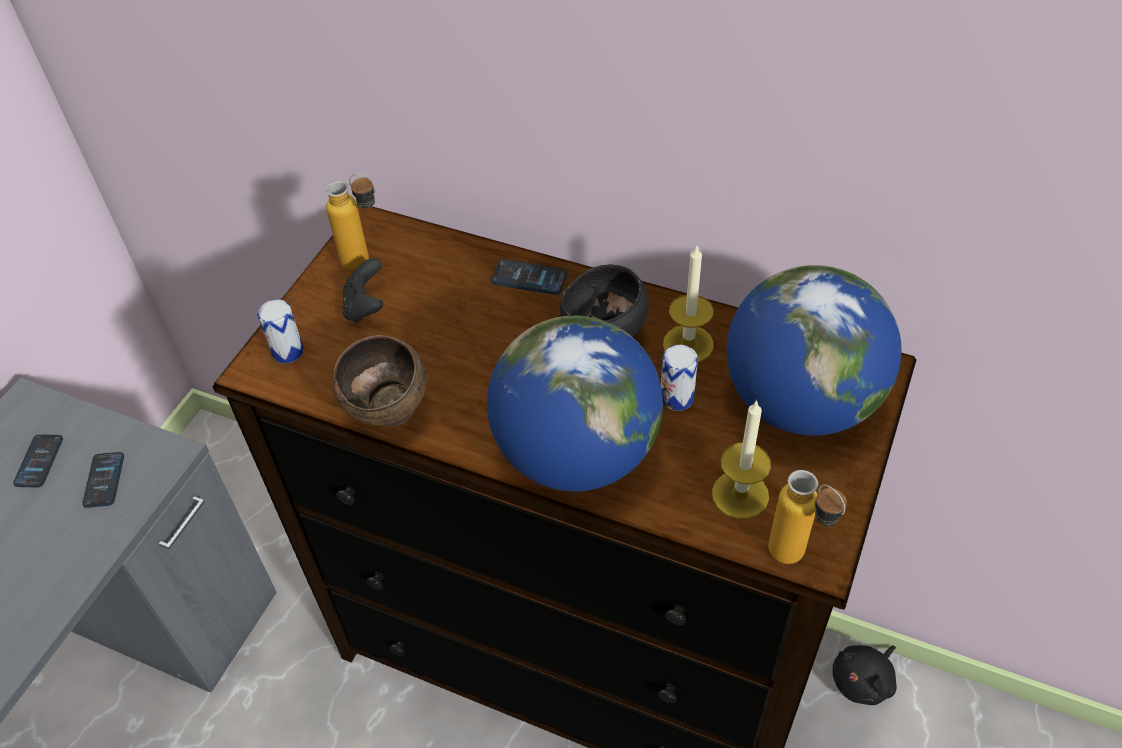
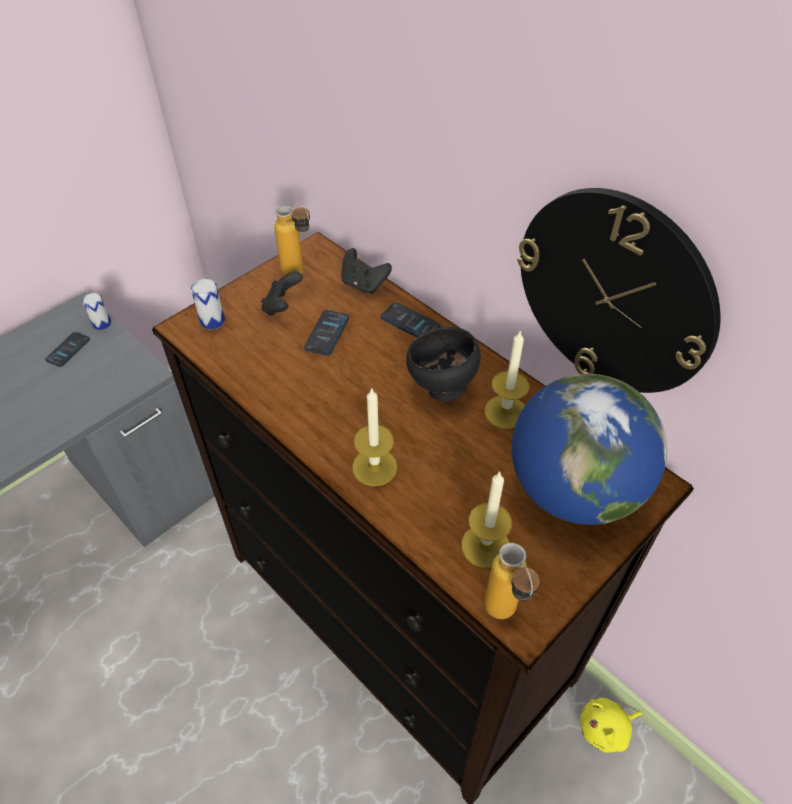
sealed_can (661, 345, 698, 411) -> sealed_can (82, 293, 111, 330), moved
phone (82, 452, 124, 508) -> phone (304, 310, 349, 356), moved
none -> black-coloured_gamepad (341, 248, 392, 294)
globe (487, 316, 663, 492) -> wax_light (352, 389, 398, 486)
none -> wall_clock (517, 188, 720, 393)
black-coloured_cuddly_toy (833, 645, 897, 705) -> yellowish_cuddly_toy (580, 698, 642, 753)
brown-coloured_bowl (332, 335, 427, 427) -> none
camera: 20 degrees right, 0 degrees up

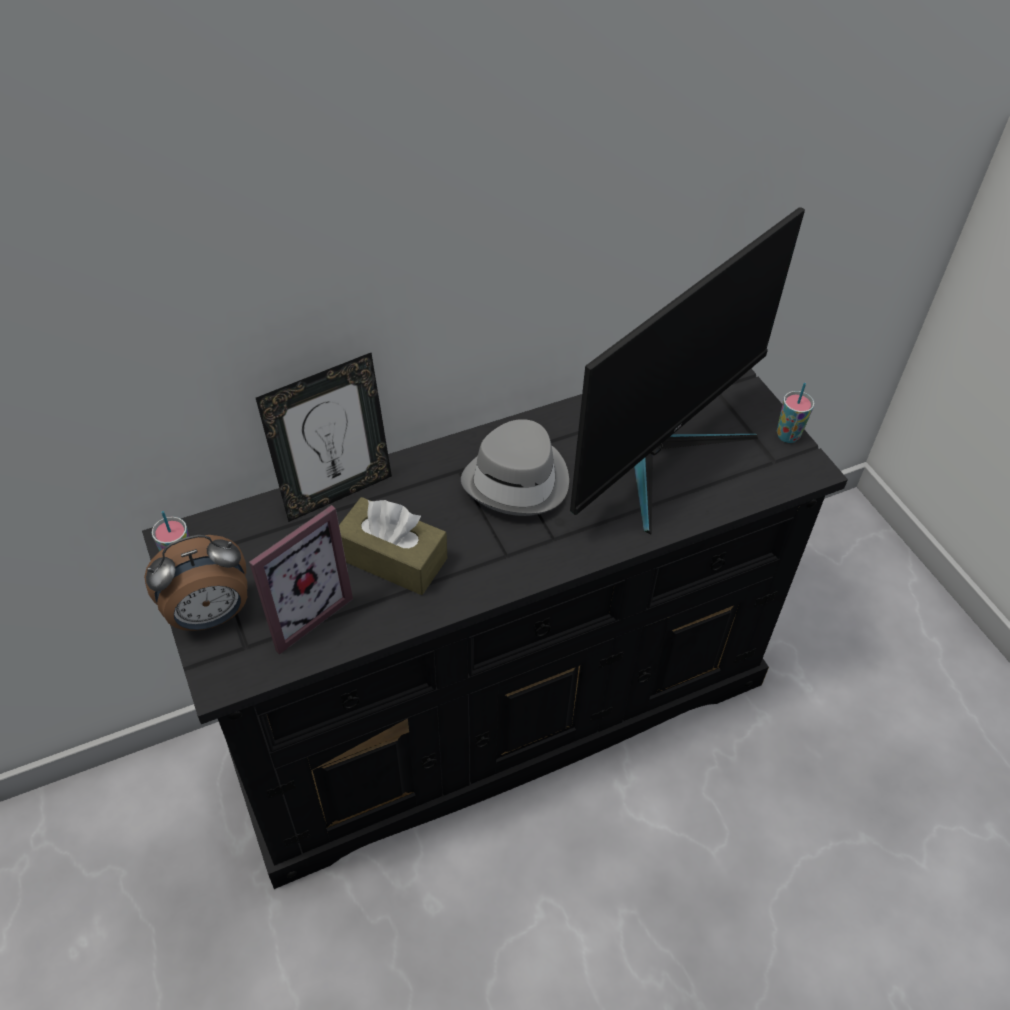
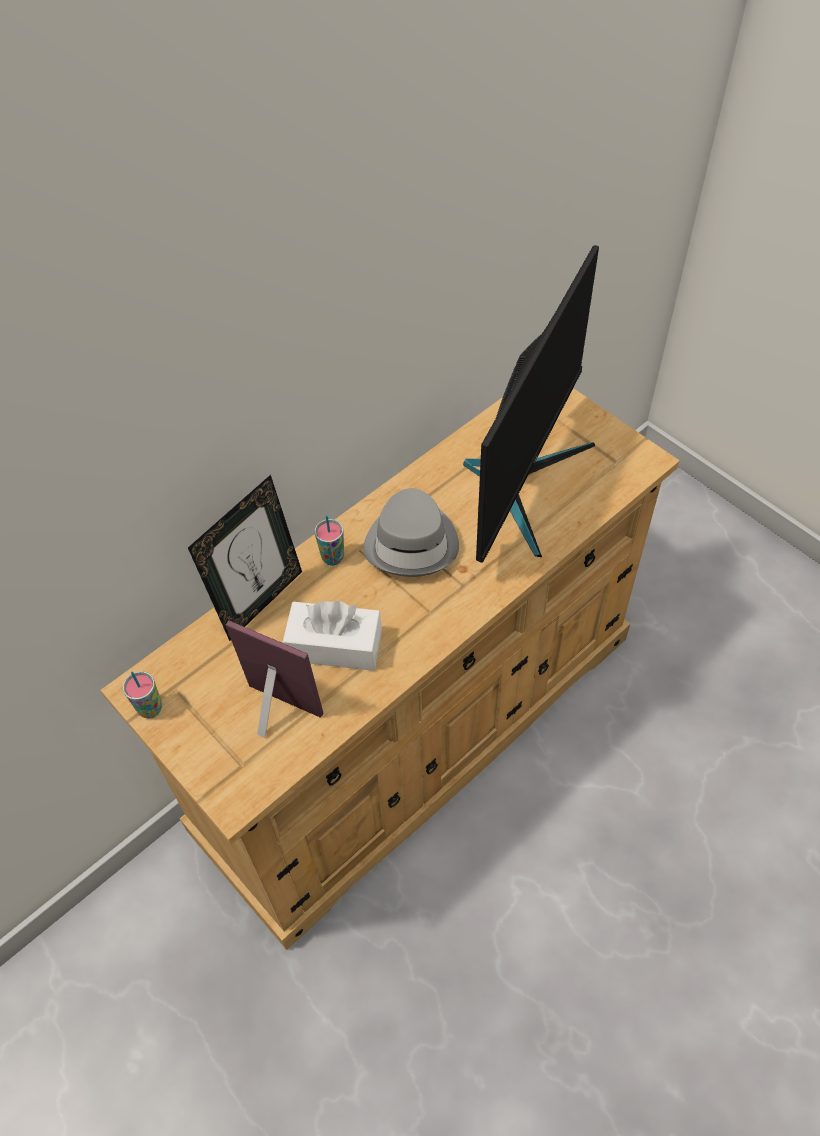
black-coloured_dresser (142, 369, 848, 889) -> beige_dresser (101, 389, 680, 950)
photo_frame (249, 505, 353, 654) -> photo_frame (226, 620, 323, 738), 90 degrees counterclockwise
brown-coloured_box_of_tissues (339, 497, 447, 595) -> white_box_of_tissues (283, 601, 382, 671)
drinking_cup (777, 382, 814, 443) -> drinking_cup (315, 515, 344, 565), moved
table_clock (144, 535, 247, 631) -> none
camera: 15 degrees left, 5 degrees up

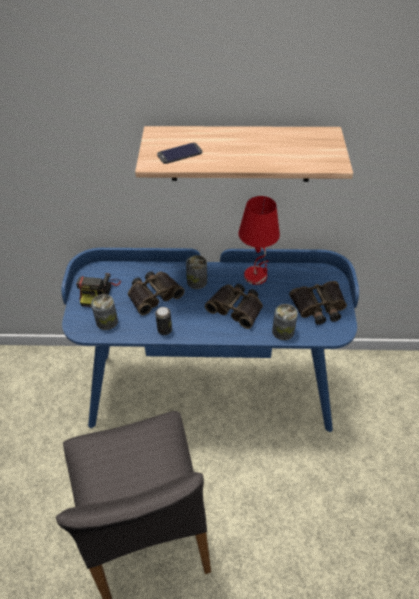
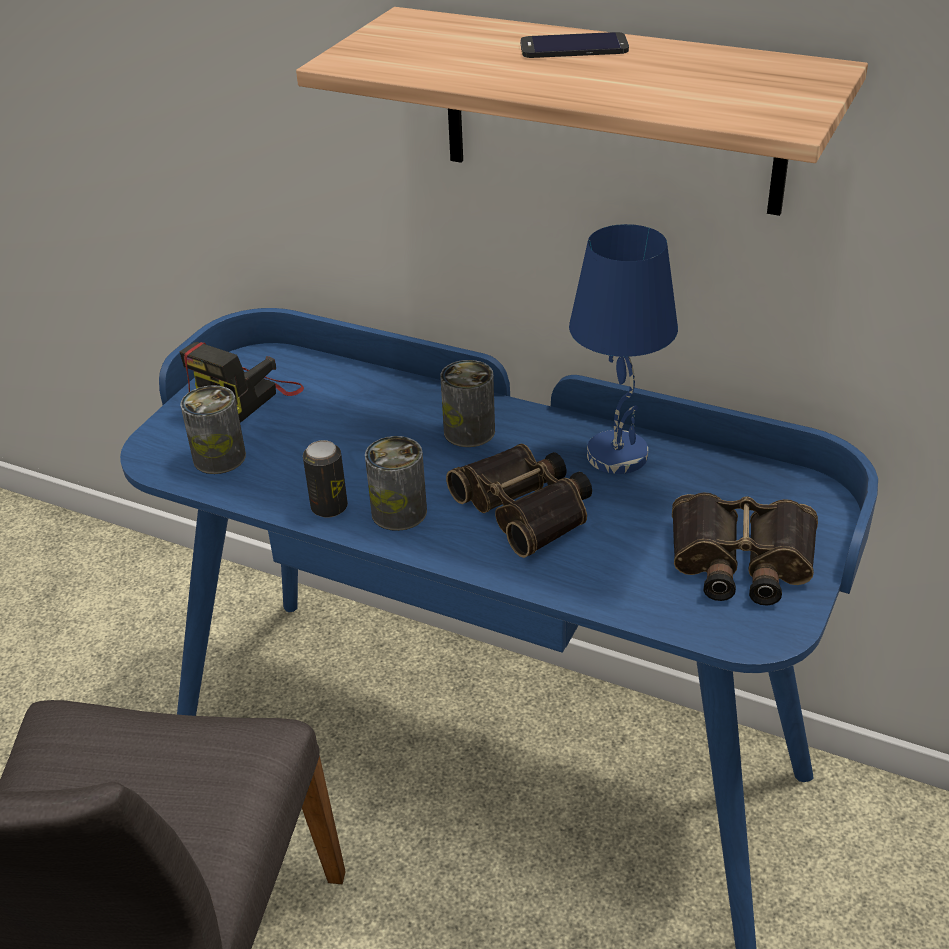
sealed_can (272, 304, 298, 340) -> sealed_can (365, 436, 427, 531), moved
phone (157, 143, 202, 164) -> phone (521, 32, 629, 58), moved
red-coloured_table_lamp (238, 196, 280, 285) -> blue-coloured_table_lamp (569, 224, 678, 474)
field_glasses (128, 272, 185, 315) -> none
camera: 25 degrees right, 10 degrees down

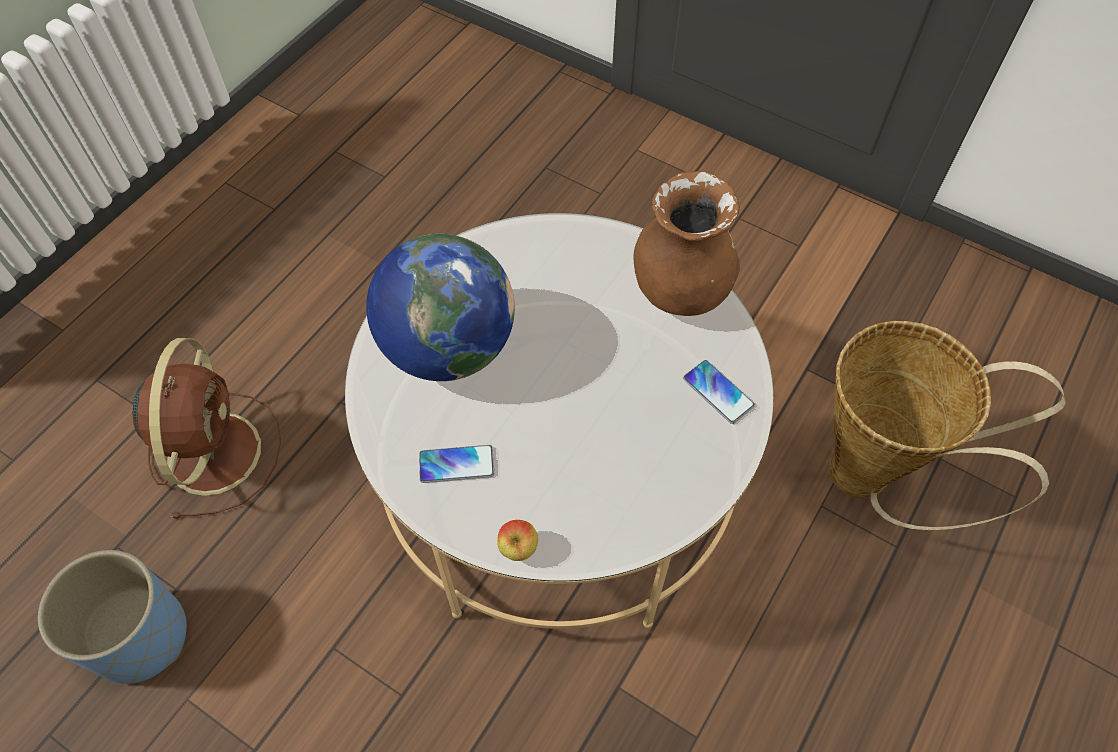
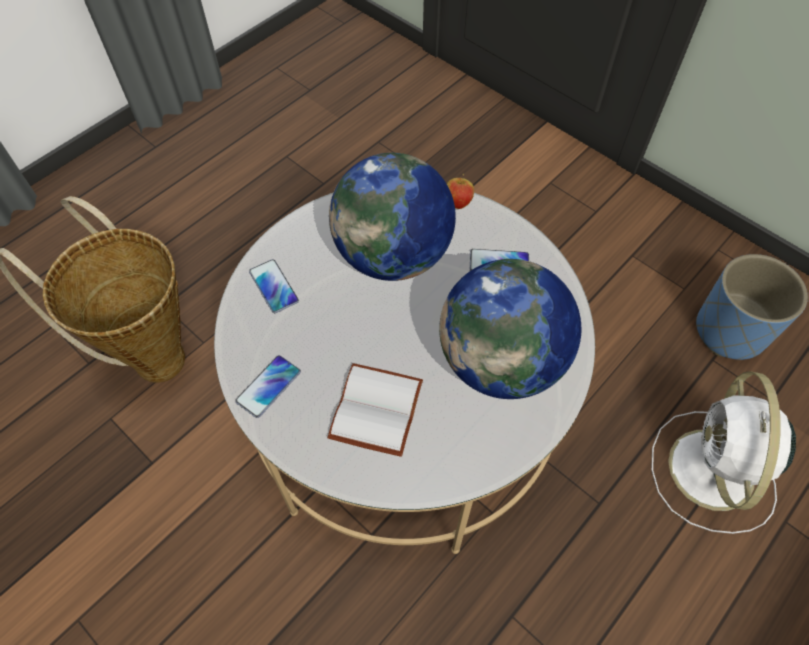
brown-coloured_flower_vase (634, 171, 740, 316) -> phone (236, 355, 301, 418)
none -> white_volume (327, 363, 423, 457)
none -> globe (329, 153, 456, 281)
brown-coloured_fan (132, 338, 281, 518) -> white_fan (651, 371, 796, 534)
camera: 170 degrees left, 0 degrees up

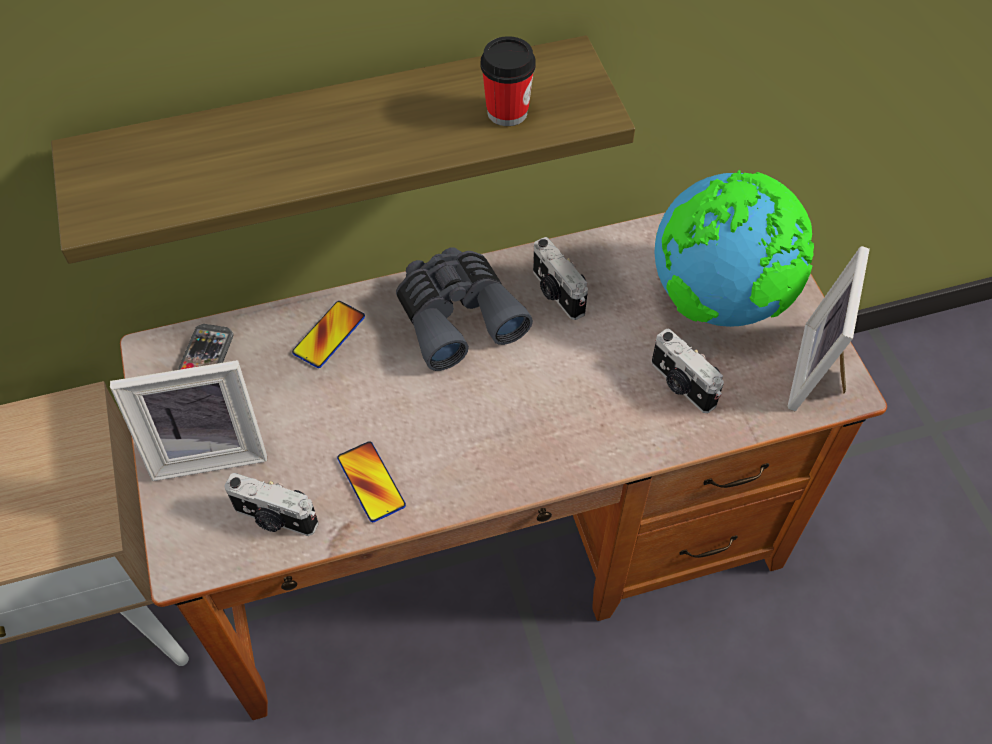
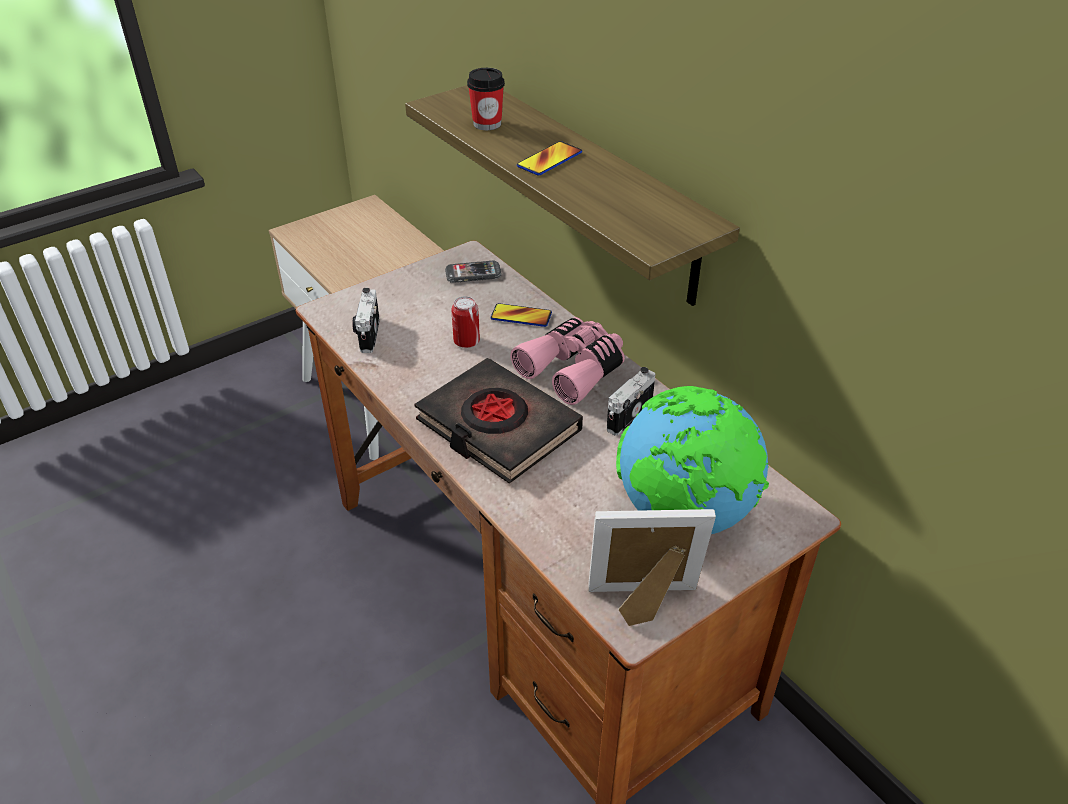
none -> black-coloured_volume (414, 358, 583, 484)
none -> sealed_can (451, 296, 480, 348)
drinking_cup (480, 36, 536, 126) -> drinking_cup (467, 68, 505, 130), moved
grey_field_glasses (396, 247, 533, 371) -> pink-coloured_field_glasses (510, 317, 625, 405)
phone (337, 441, 406, 522) -> phone (517, 141, 582, 176), moved
photo_frame (110, 360, 267, 481) -> none
still_camera (651, 329, 724, 413) -> none
camera: 70 degrees right, 15 degrees down

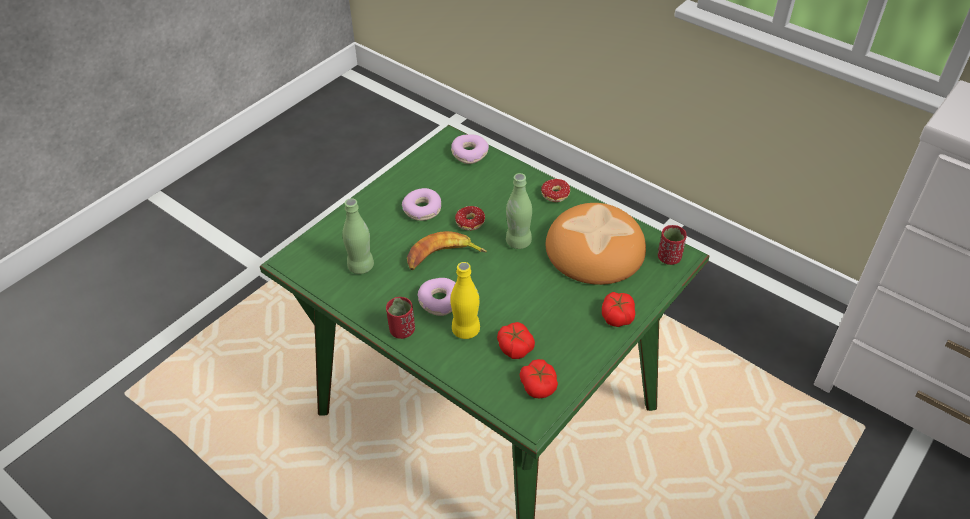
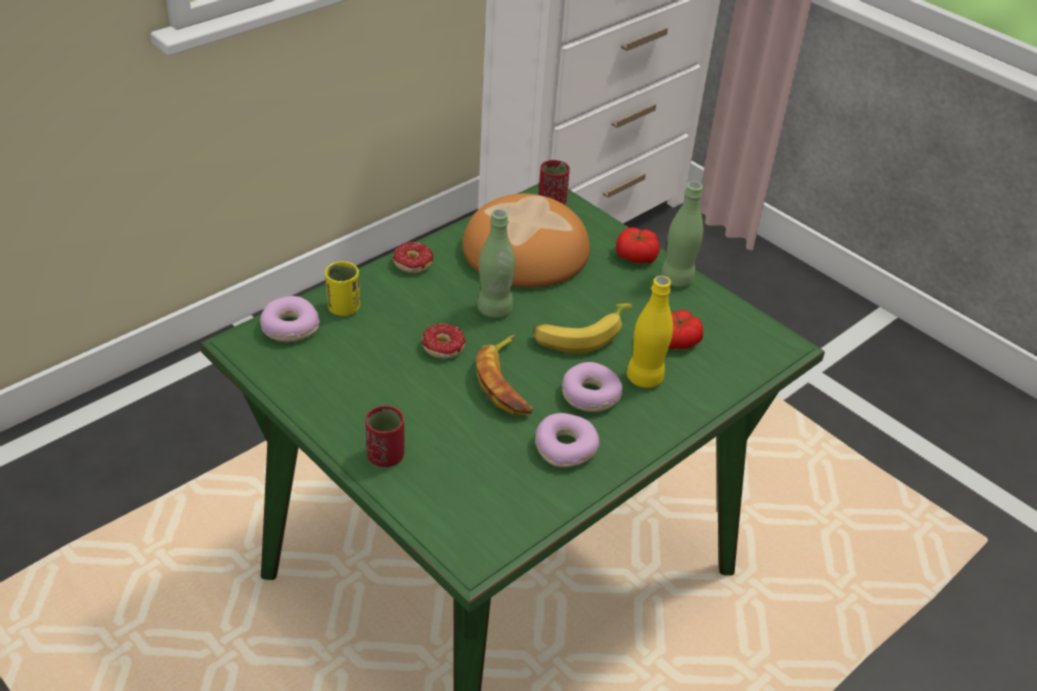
none -> yellowish_drinking_cup (325, 261, 360, 316)
red-coloured_drinking_cup (386, 297, 415, 339) -> red-coloured_drinking_cup (365, 406, 404, 467), moved
none -> whole_banana (533, 304, 632, 354)
doughnut (402, 188, 441, 221) -> doughnut (535, 413, 600, 468), moved
green-coloured_bottle (342, 198, 374, 274) -> green-coloured_bottle (660, 181, 704, 287), moved
tomato (519, 359, 558, 399) -> none
camera: 85 degrees left, 5 degrees down

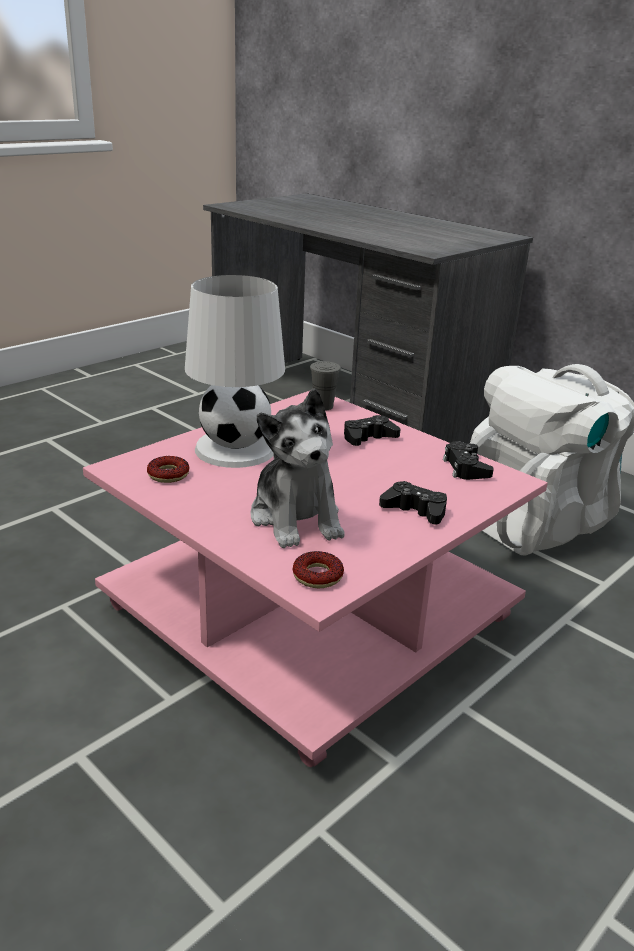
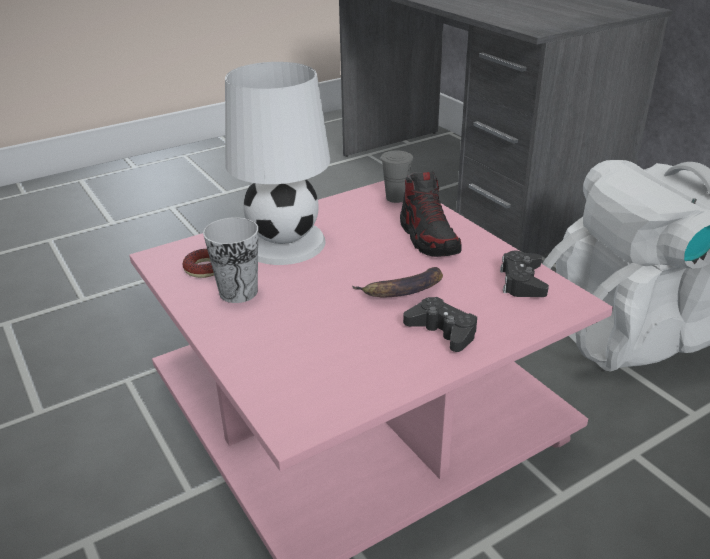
none -> drinking_cup (203, 217, 258, 303)
none -> whole_banana (352, 267, 443, 298)
black-coloured_gamepad (344, 415, 400, 446) -> low_shoe (400, 171, 462, 257)
cuddly_toy (251, 388, 345, 548) -> none
doughnut (292, 551, 344, 588) -> none
camera: 15 degrees right, 5 degrees up

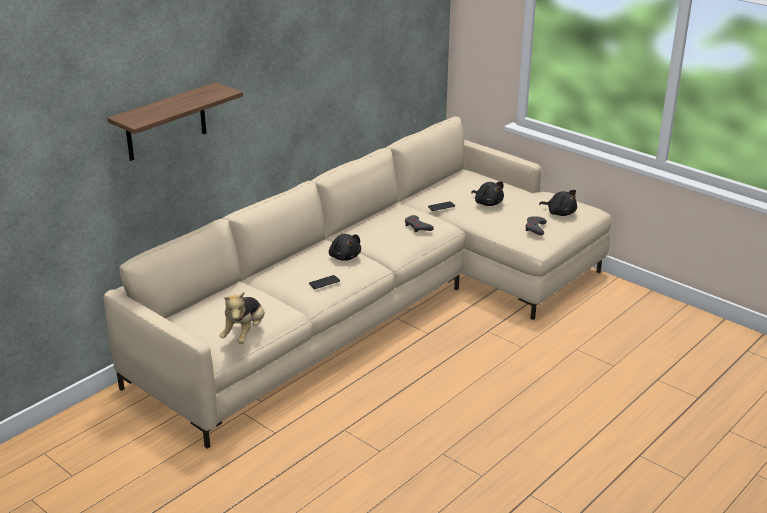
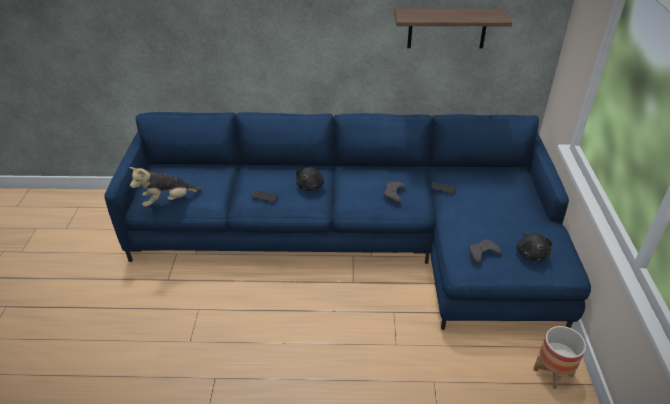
beige_sofa (103, 116, 612, 449) -> blue-coloured_sofa (104, 112, 591, 330)
bracket_shelf (107, 82, 243, 161) -> bracket_shelf (394, 9, 512, 48), moved
none -> plant_pot (534, 326, 586, 389)
black-coloured_cuddly_toy (471, 181, 504, 206) -> none
camera: 50 degrees right, 10 degrees up

